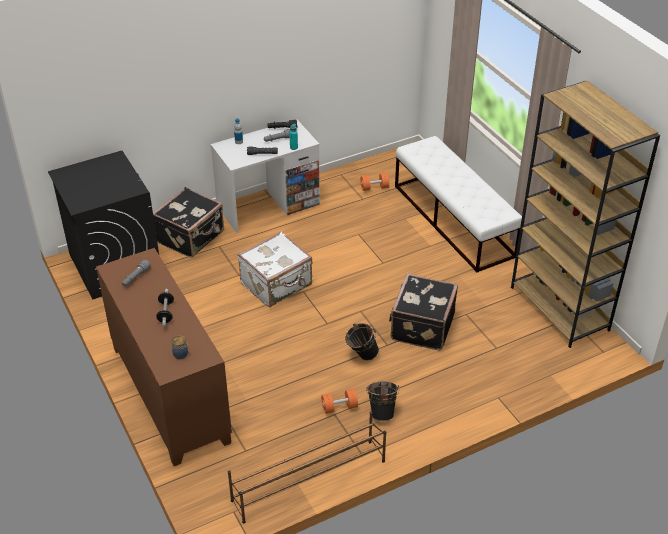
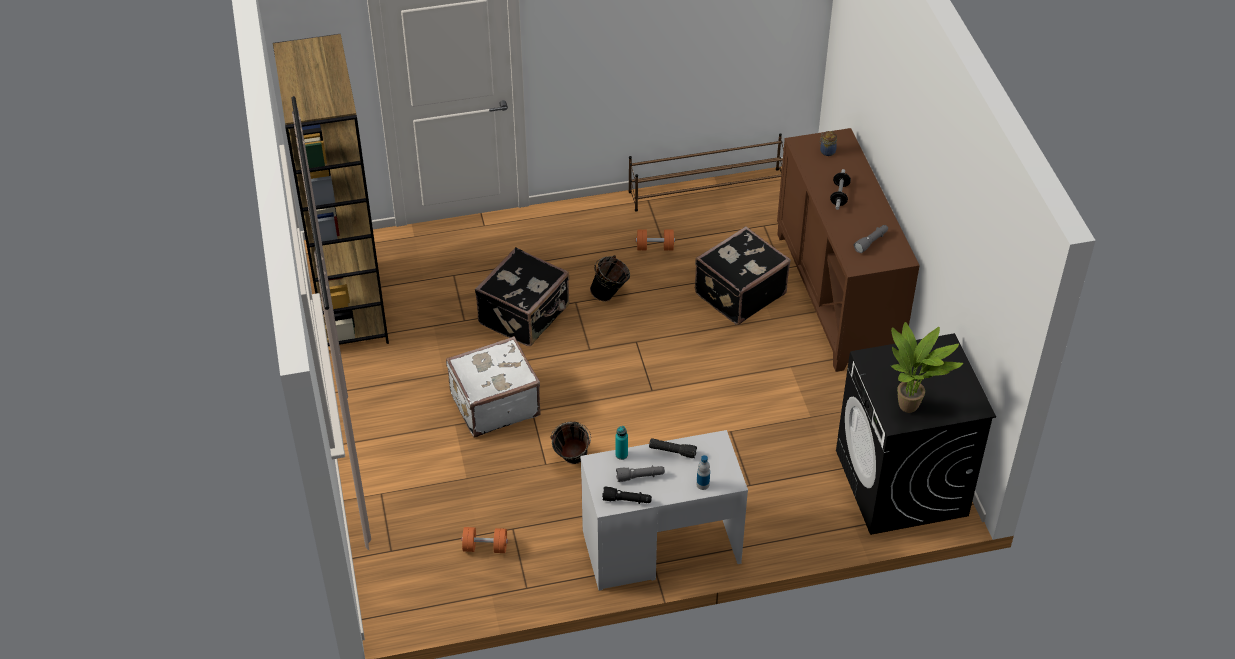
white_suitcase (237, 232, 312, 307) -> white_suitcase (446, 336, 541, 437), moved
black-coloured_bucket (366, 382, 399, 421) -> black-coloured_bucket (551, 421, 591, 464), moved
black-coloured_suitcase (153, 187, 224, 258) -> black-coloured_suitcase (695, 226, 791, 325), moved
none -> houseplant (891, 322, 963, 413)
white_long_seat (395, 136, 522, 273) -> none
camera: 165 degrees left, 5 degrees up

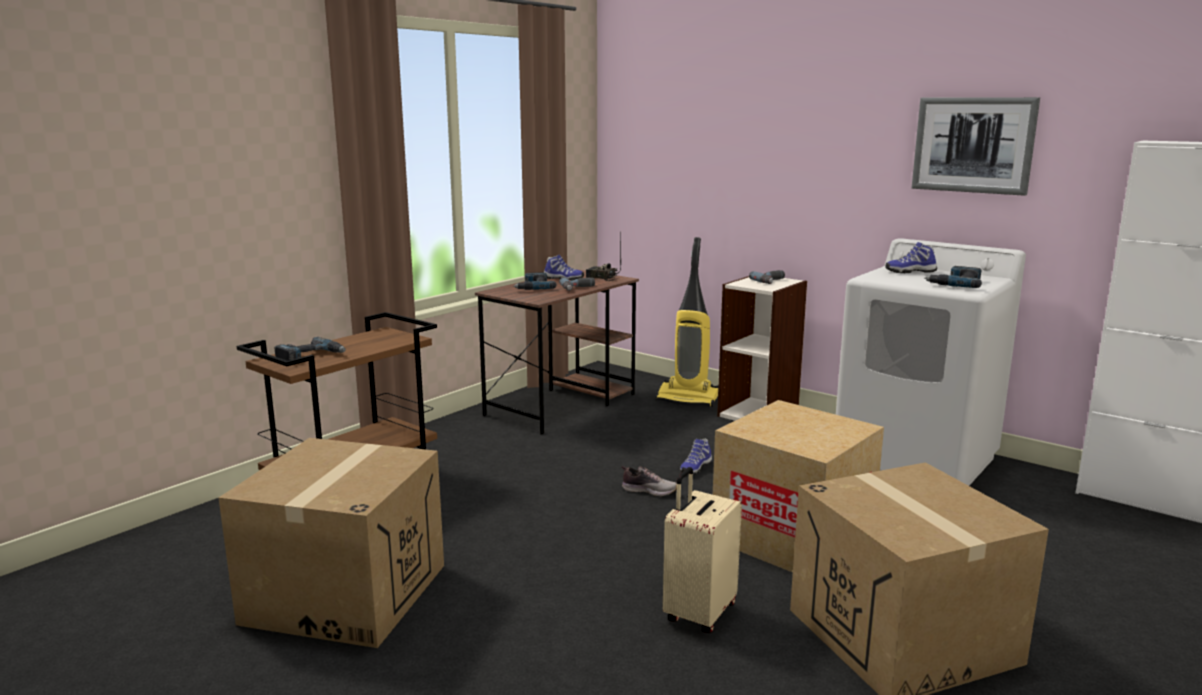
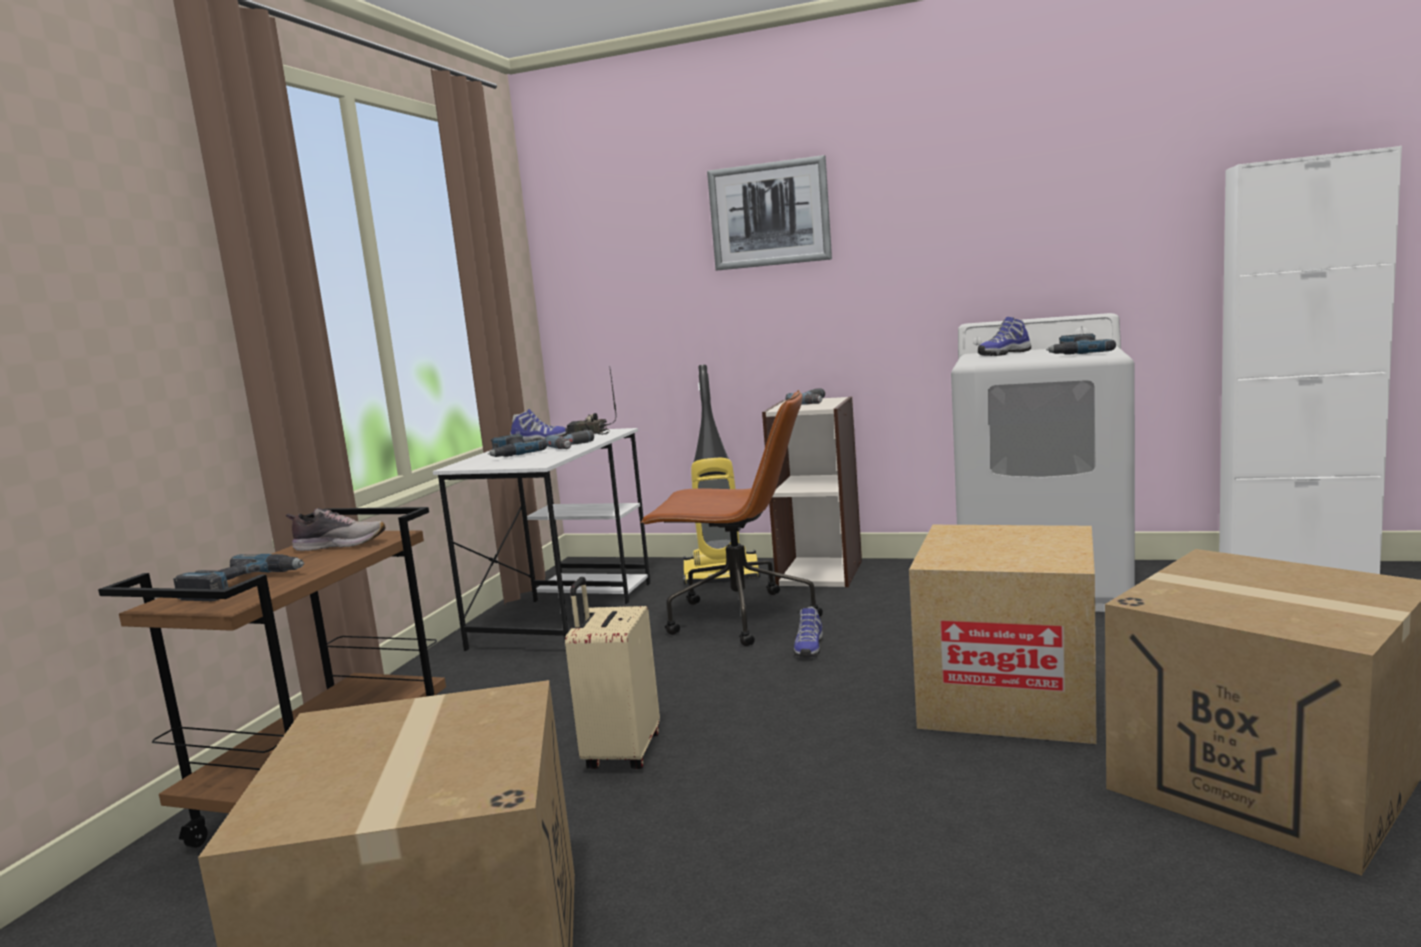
low_shoe (621, 465, 677, 496) -> low_shoe (286, 508, 385, 551), moved
brown-coloured_desk_unit (475, 269, 639, 435) -> white_desk_unit (433, 428, 651, 651)
beige_suitcase (663, 467, 742, 633) -> beige_suitcase (565, 577, 660, 769), moved
none -> brown-coloured_office_chair (640, 390, 823, 646)
wall_art (912, 97, 1040, 196) -> wall_art (707, 155, 832, 270), moved
camera: 20 degrees left, 5 degrees down

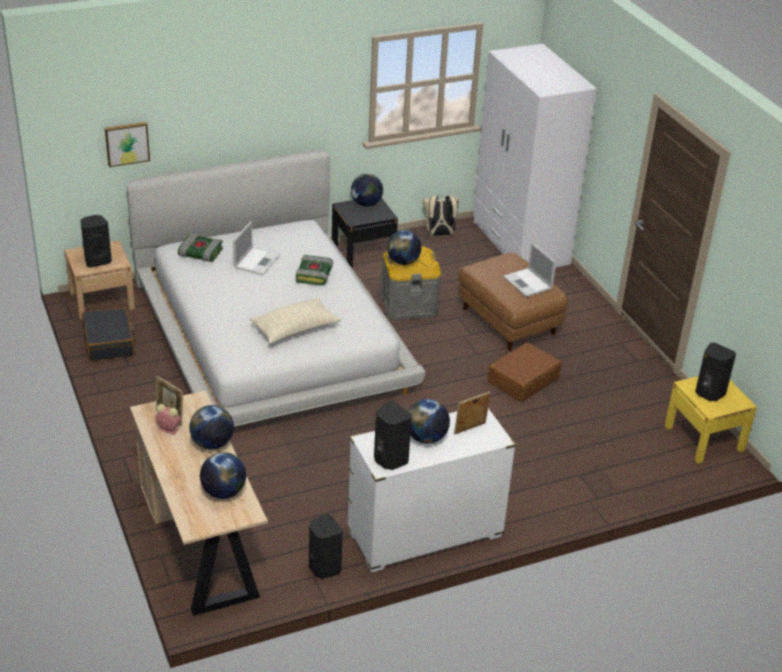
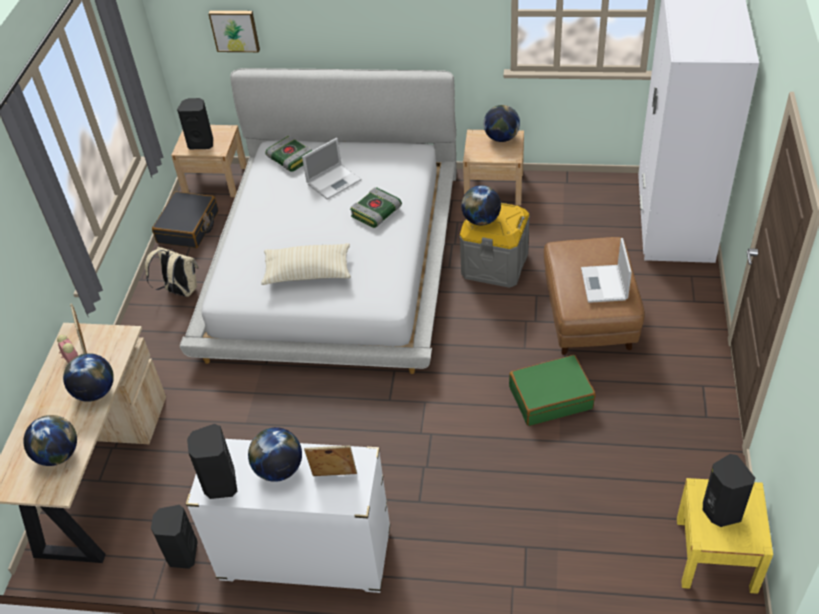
beige_knapsack (423, 195, 459, 236) -> beige_knapsack (145, 247, 198, 297), moved
black-coloured_night_table (332, 198, 398, 268) -> beige_night_table (463, 130, 524, 205)
brown-coloured_suitcase (488, 342, 561, 402) -> green-coloured_suitcase (509, 355, 595, 426)
camera: 35 degrees right, 10 degrees up

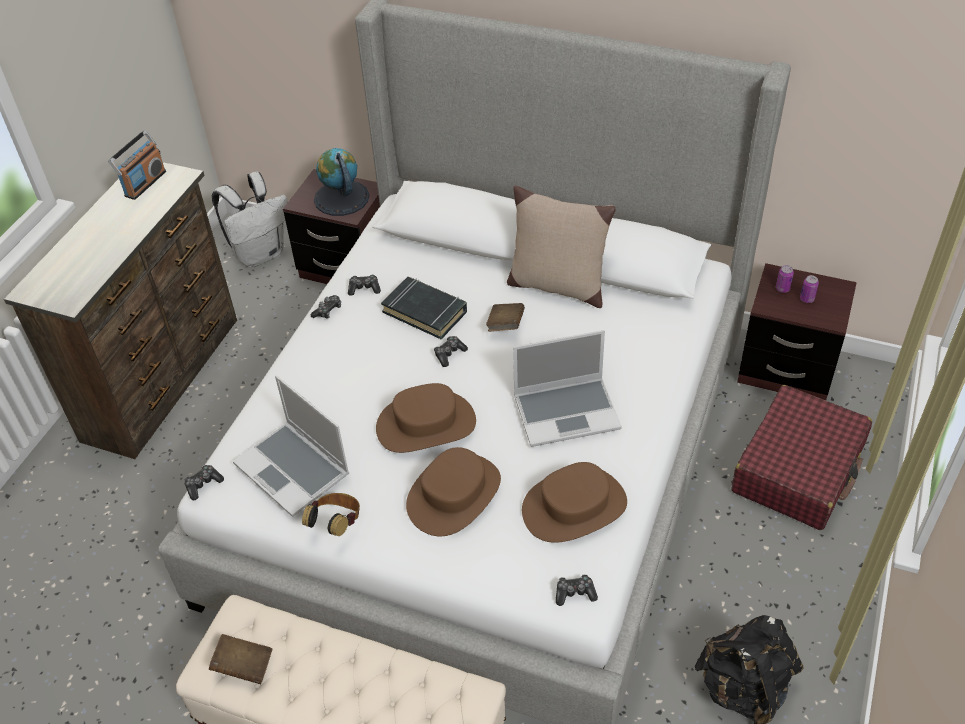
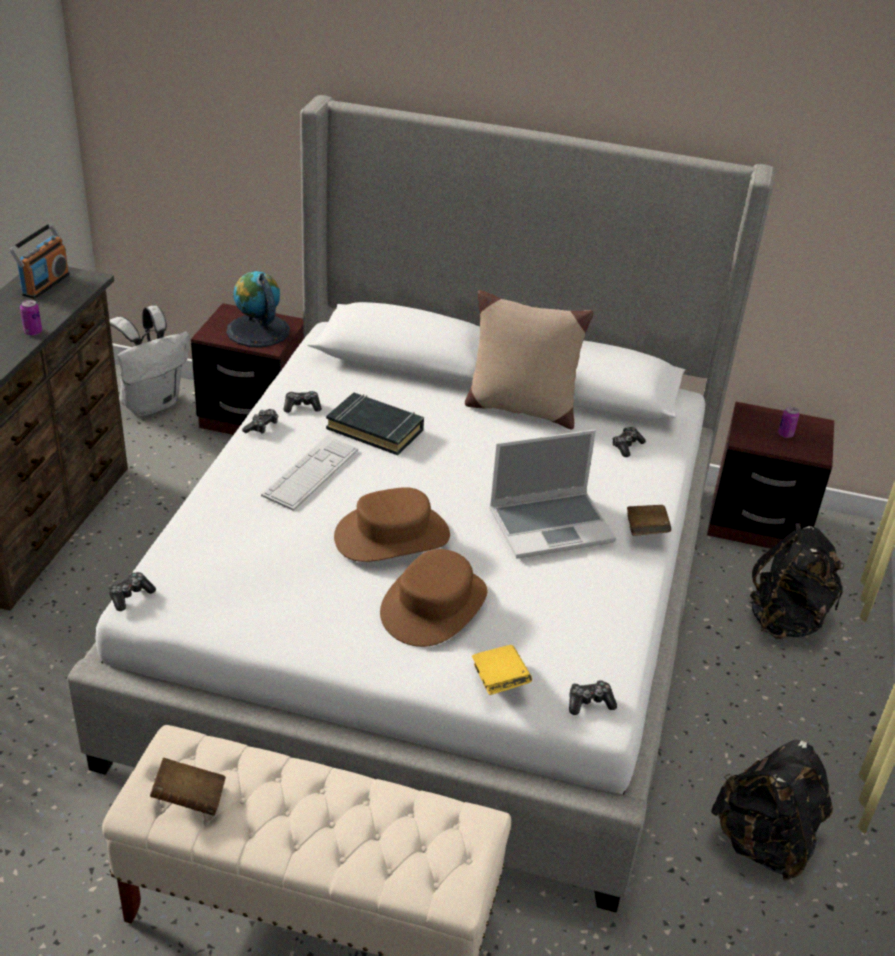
sealed_can (776, 265, 794, 293) -> sealed_can (20, 299, 42, 336), moved
none -> keyboard (261, 435, 358, 511)
none -> yellowish_volume (472, 645, 532, 695)
gamepad (434, 336, 468, 367) -> gamepad (612, 427, 646, 457), moved
brown-coloured_volume (486, 303, 525, 332) -> brown-coloured_volume (627, 505, 671, 536), moved
red-coloured_suitcase (732, 385, 872, 530) -> black-coloured_knapsack (750, 523, 845, 639)
portable_computer (233, 376, 349, 517) -> none
headset (302, 493, 360, 536) -> none
brown-coloured_wearable_hat (522, 462, 627, 543) -> none
camera: 10 degrees left, 10 degrees down

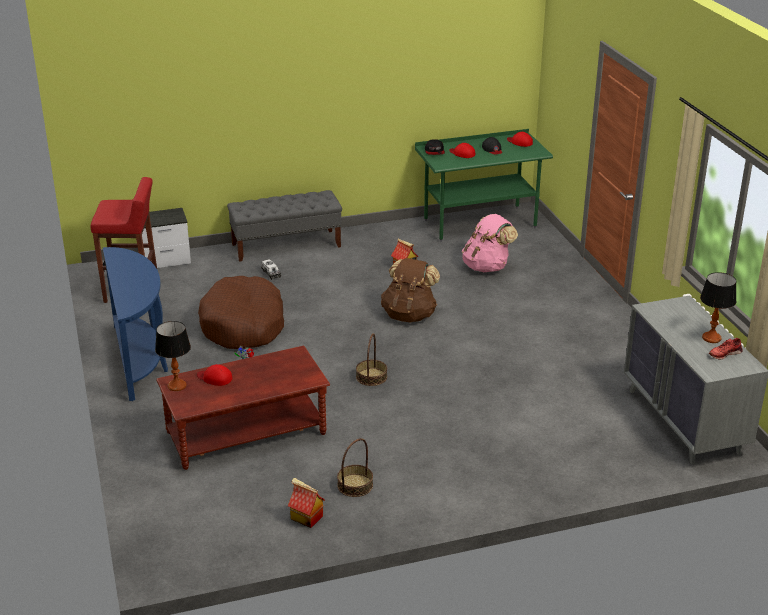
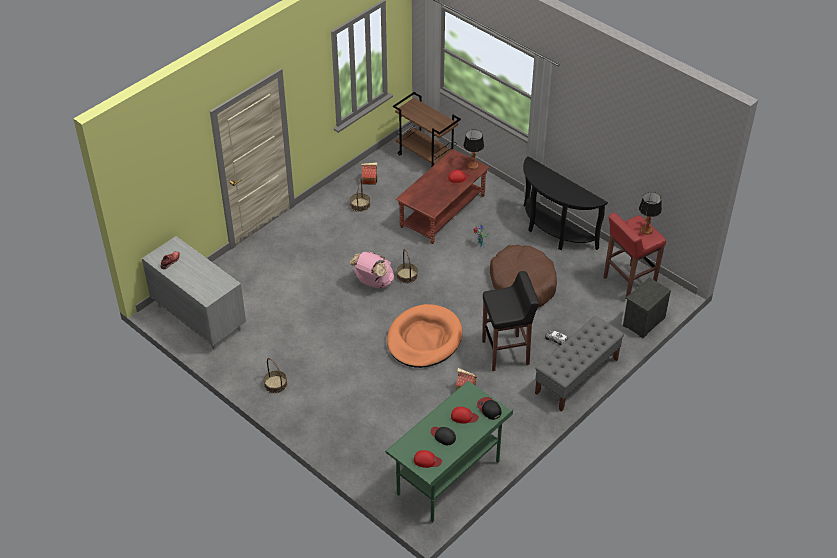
none -> basket (264, 358, 287, 393)
pink-coloured_knapsack (462, 214, 518, 272) -> pink-coloured_knapsack (349, 252, 394, 288), moved
brown-coloured_knapsack (381, 258, 440, 322) -> orange-coloured_dog_bed (387, 304, 462, 368)
none -> brown-coloured_wheeled_cart (393, 92, 461, 167)
none -> black-coloured_sitting_stool (482, 271, 539, 371)
blue-coloured_hall_table (103, 247, 168, 401) -> black-coloured_hall_table (523, 156, 608, 250)
table_lamp (700, 272, 736, 343) -> table_lamp (639, 192, 662, 234), moved
camera: 150 degrees right, 15 degrees up

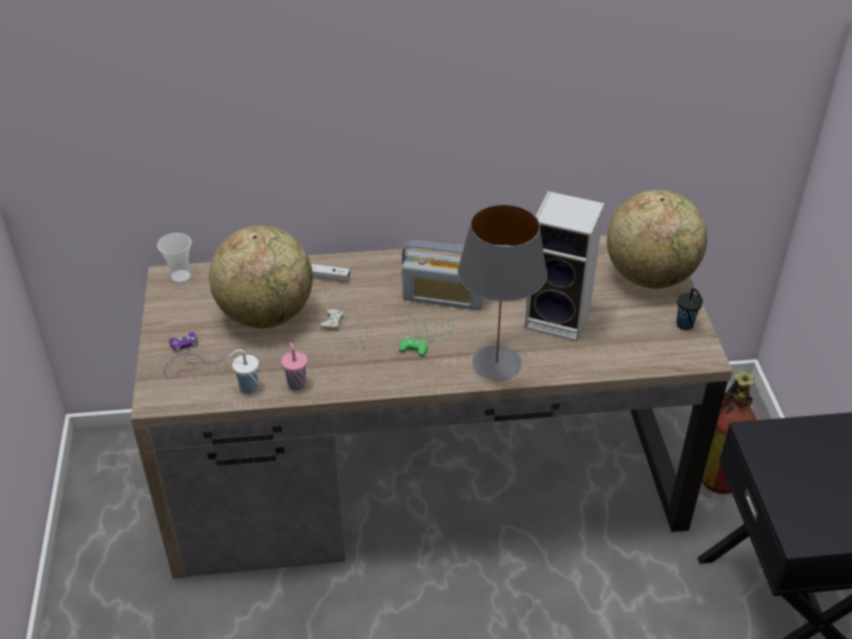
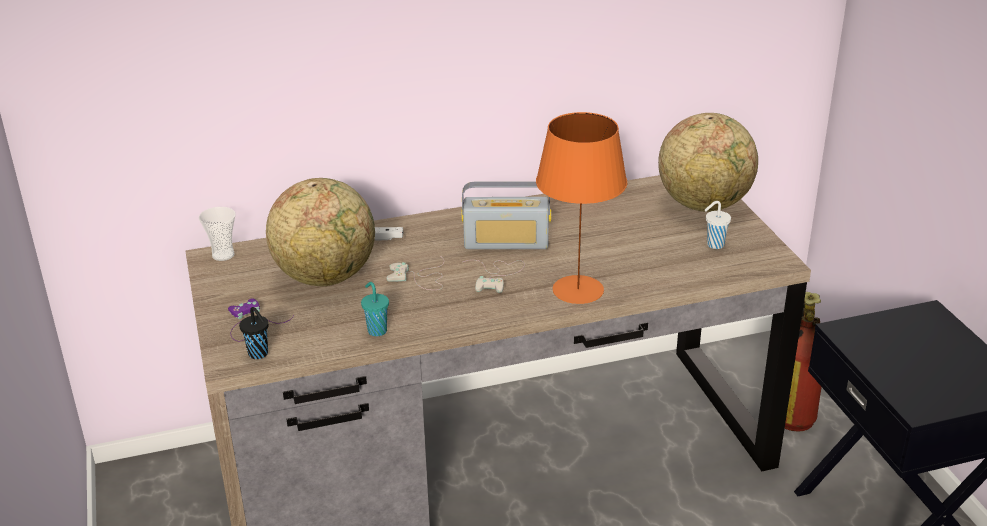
black-coloured_drinking_cup (676, 288, 703, 330) -> black-coloured_drinking_cup (239, 307, 268, 359), moved
pink-coloured_drinking_cup (281, 343, 308, 391) -> turquoise_drinking_cup (361, 282, 389, 336)
green-coloured_gamepad (396, 314, 454, 357) -> white_gamepad (463, 260, 525, 293)
grey_table_lamp (457, 204, 547, 380) -> orange-coloured_table_lamp (536, 112, 627, 304)
white_drinking_cup (228, 349, 259, 394) -> white_drinking_cup (705, 201, 731, 249), moved
speaker (525, 191, 605, 342) -> none
camera: 10 degrees left, 10 degrees down

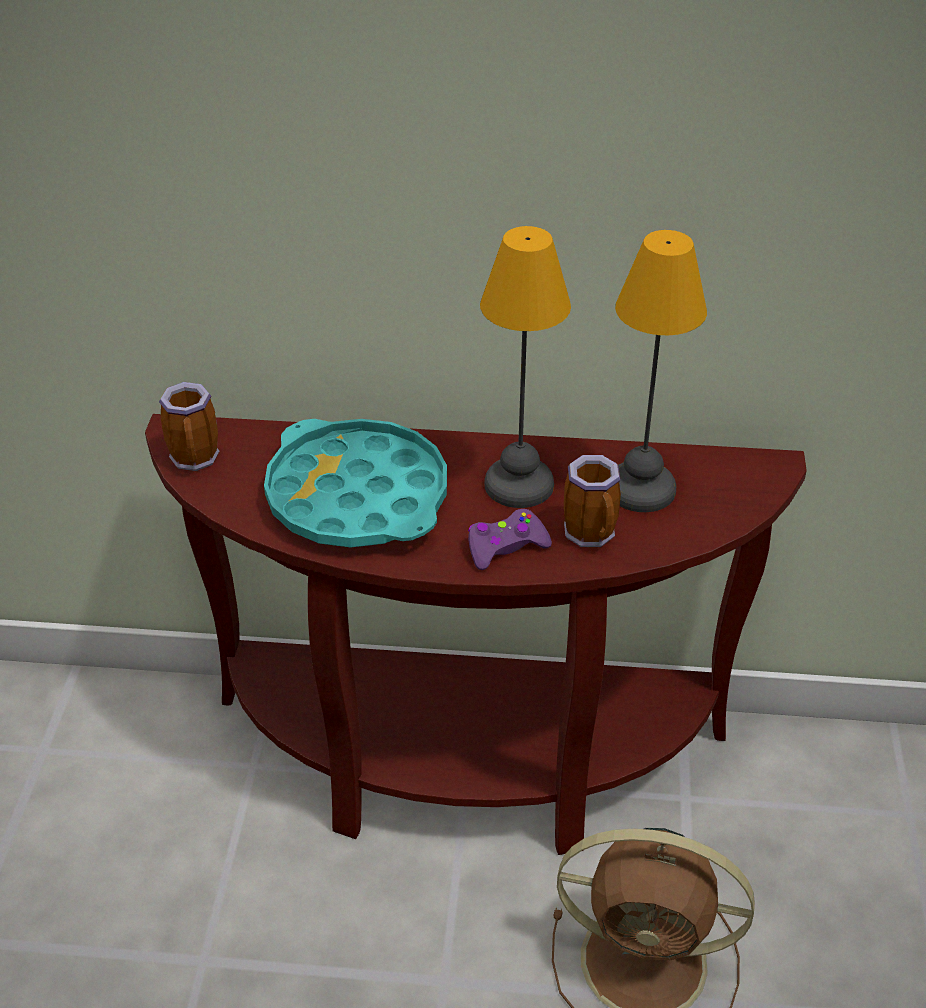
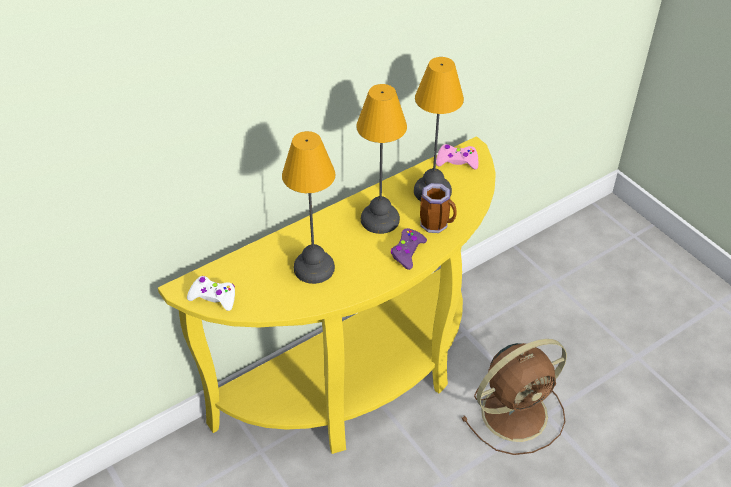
brown-coloured_hall_table (145, 414, 807, 855) -> yellowish_hall_table (158, 136, 496, 454)
coffee_mug (159, 382, 219, 471) -> white_gamepad (187, 276, 235, 311)
turquoise_tray (264, 419, 447, 548) -> table_lamp (282, 131, 336, 284)
none -> pink-coloured_gamepad (436, 144, 478, 169)
camera: 40 degrees left, 5 degrees up

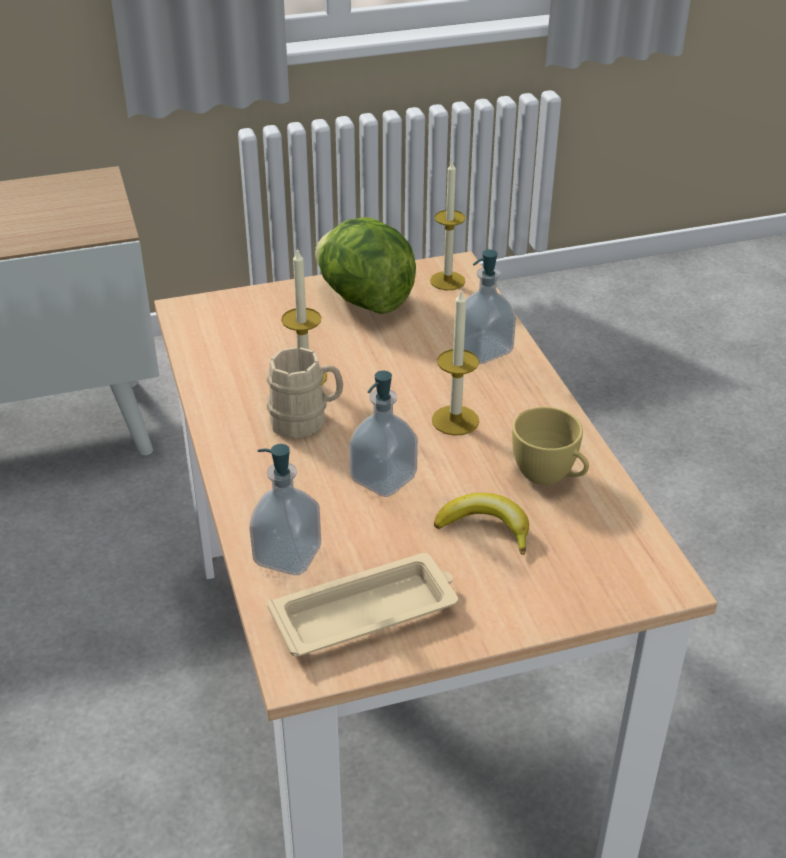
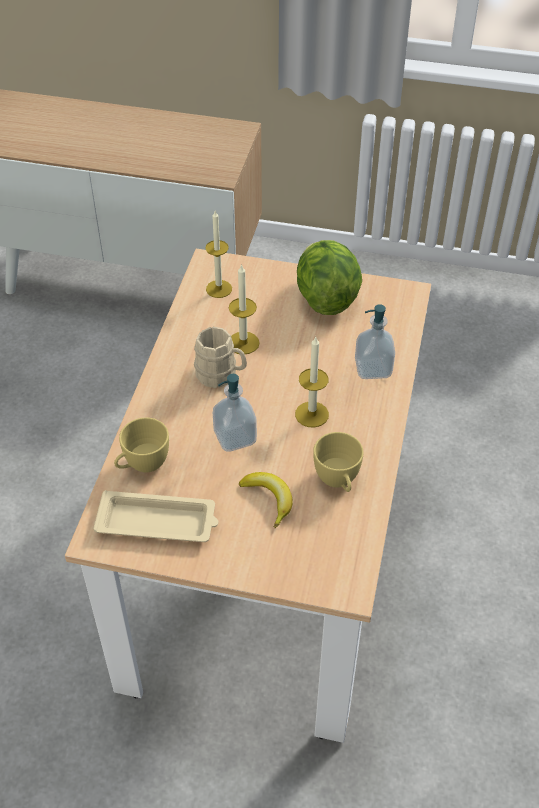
liquid_soap_bottle (249, 444, 321, 575) -> yellowish_drinking_cup (114, 418, 169, 472)
wax_light (430, 161, 466, 290) -> wax_light (205, 211, 232, 298), moved
camera: 30 degrees right, 10 degrees up

